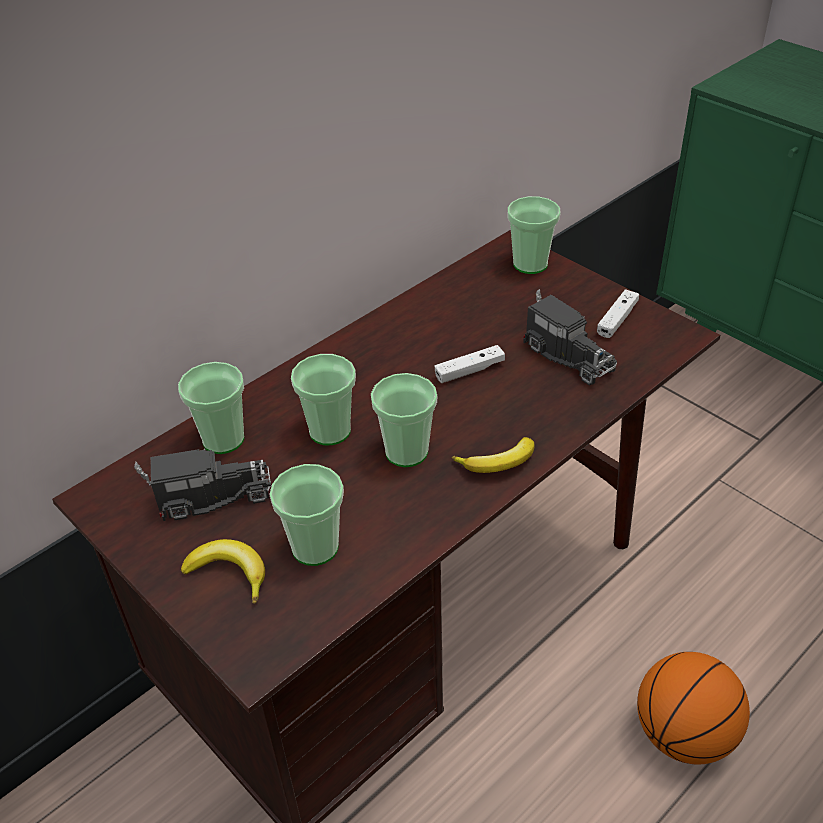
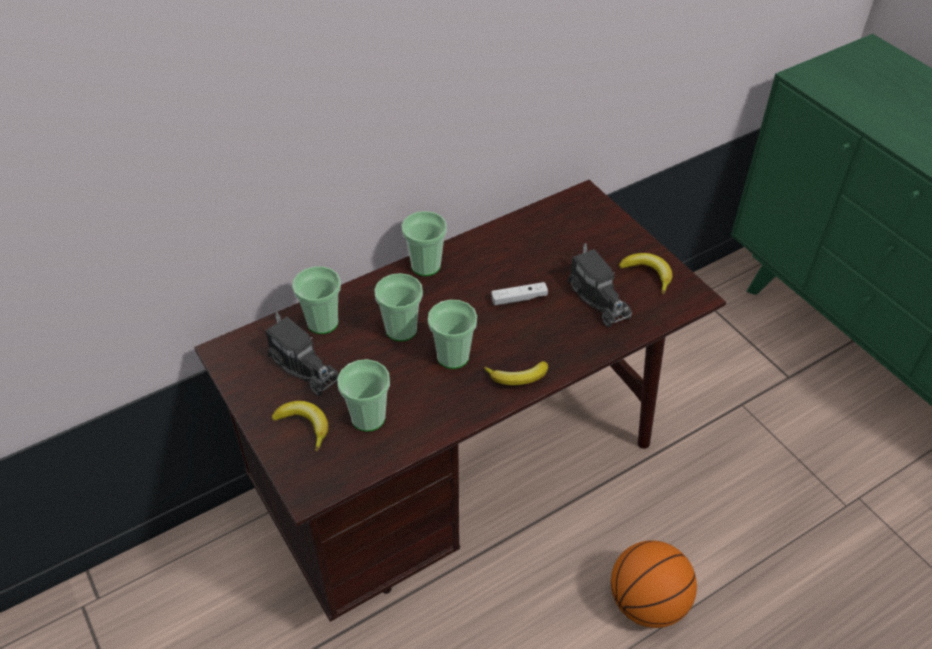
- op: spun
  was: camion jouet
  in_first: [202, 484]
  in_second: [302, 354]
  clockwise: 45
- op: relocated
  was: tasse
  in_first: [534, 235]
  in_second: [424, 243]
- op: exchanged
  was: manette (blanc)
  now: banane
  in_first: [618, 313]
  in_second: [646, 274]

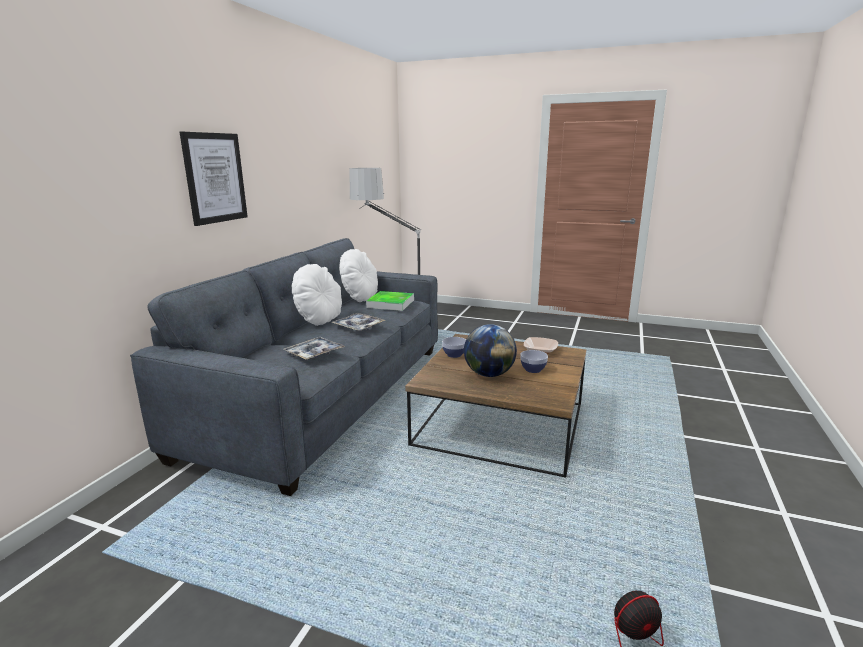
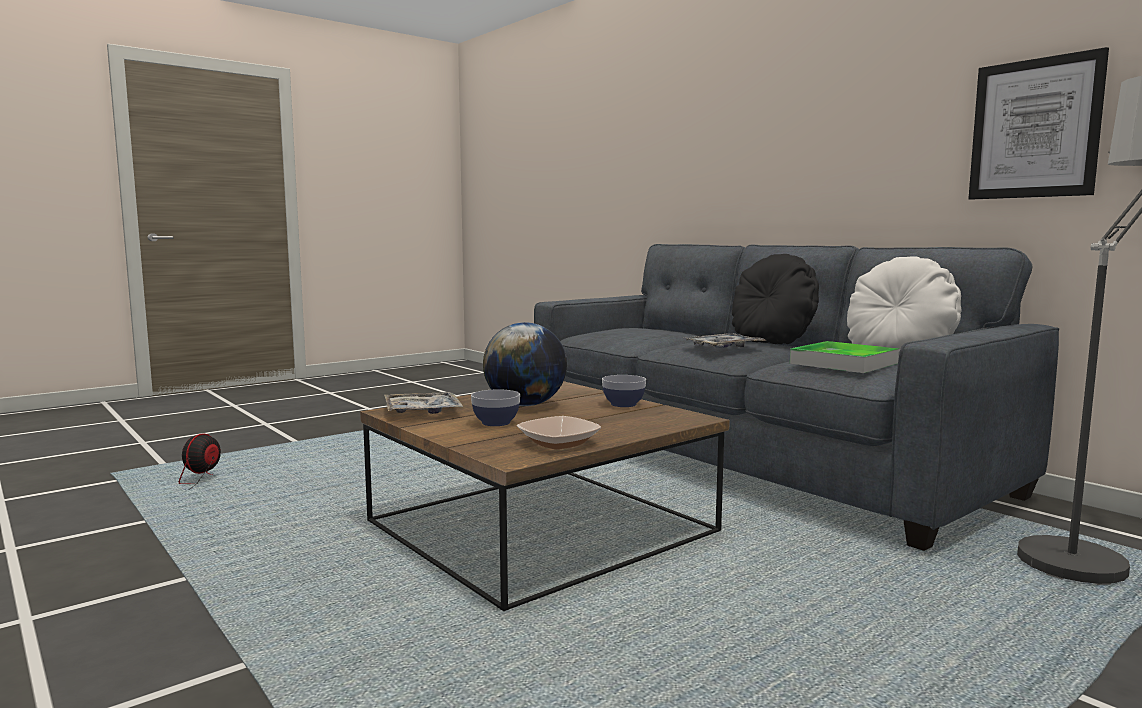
- op: relocated
  was: plateau
  in_first: [314, 348]
  in_second: [423, 403]
- op: colour
  was: coussin (blanc)
  now: coussin (noir)
  in_first: [317, 295]
  in_second: [775, 299]
- op: relocated
  was: tableau
  in_first: [214, 179]
  in_second: [1038, 123]

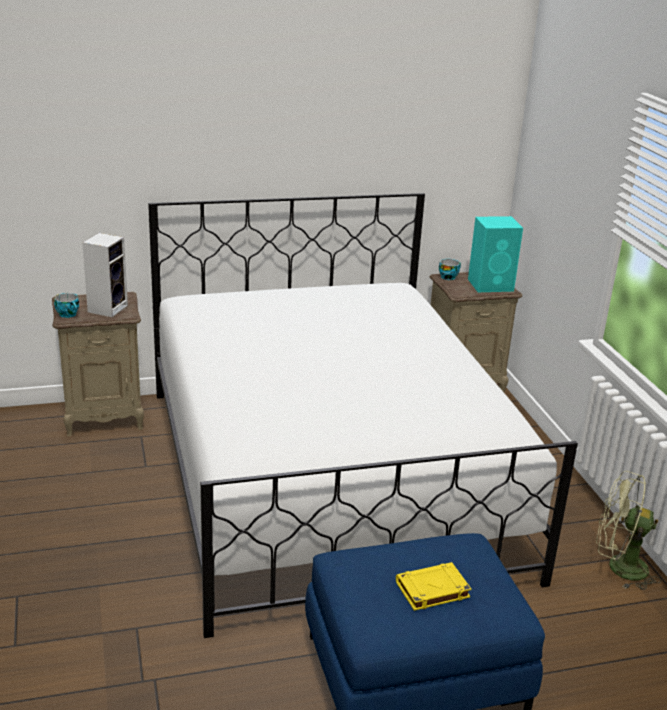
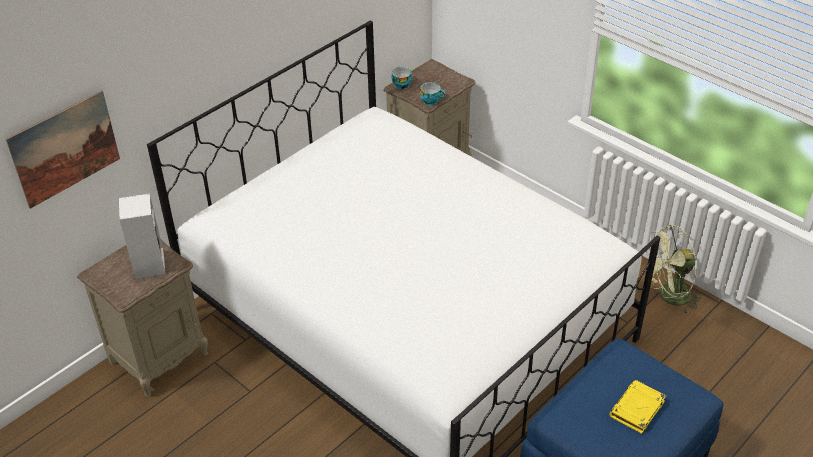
- op: appeared
  now: tableau
  in_second: [63, 149]
- op: relocated
  was: tasse
  in_first: [66, 305]
  in_second: [432, 94]
- op: missing
  was: enceinte (turquoise)
  in_first: [495, 254]

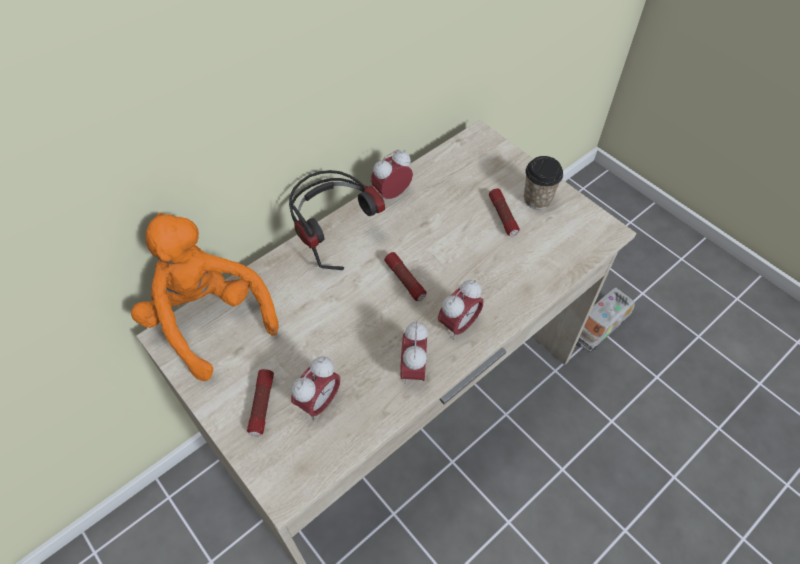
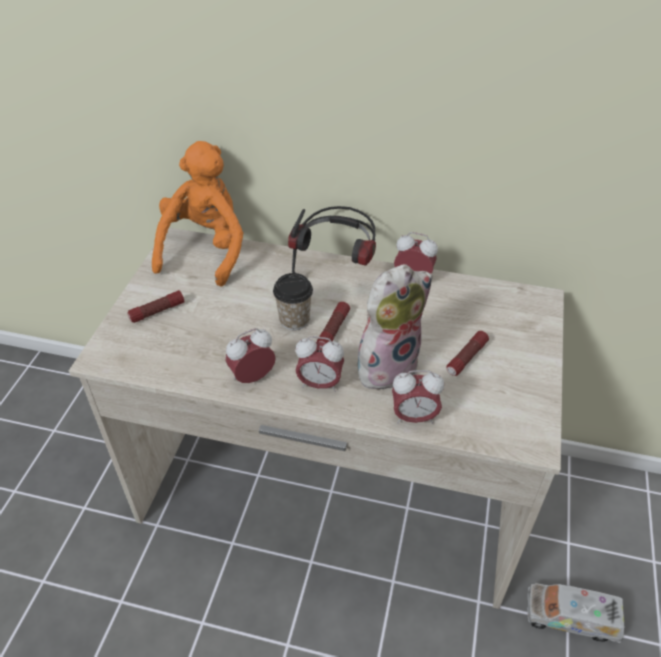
- op: relocated
  was: tasse
  in_first: [543, 182]
  in_second: [293, 301]
- op: appeared
  now: peluche
  in_second: [395, 327]
- op: relocated
  was: réveil
  in_first: [315, 388]
  in_second: [418, 397]

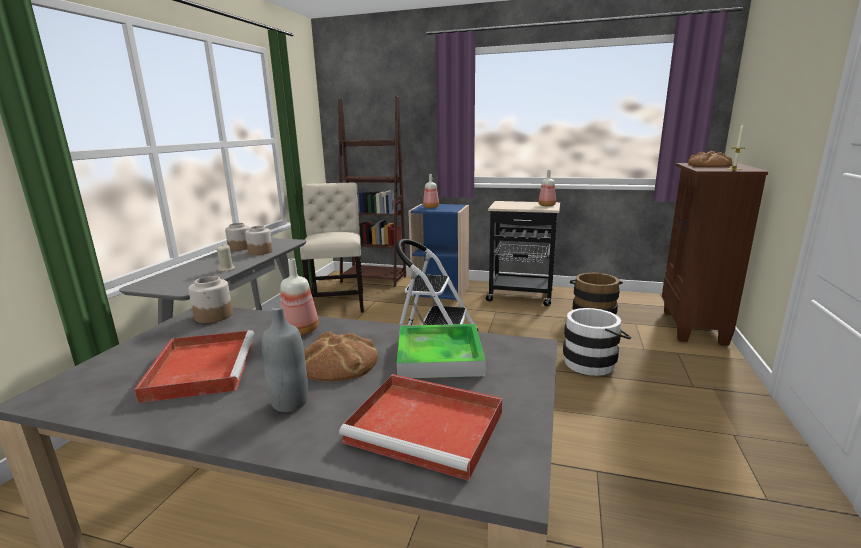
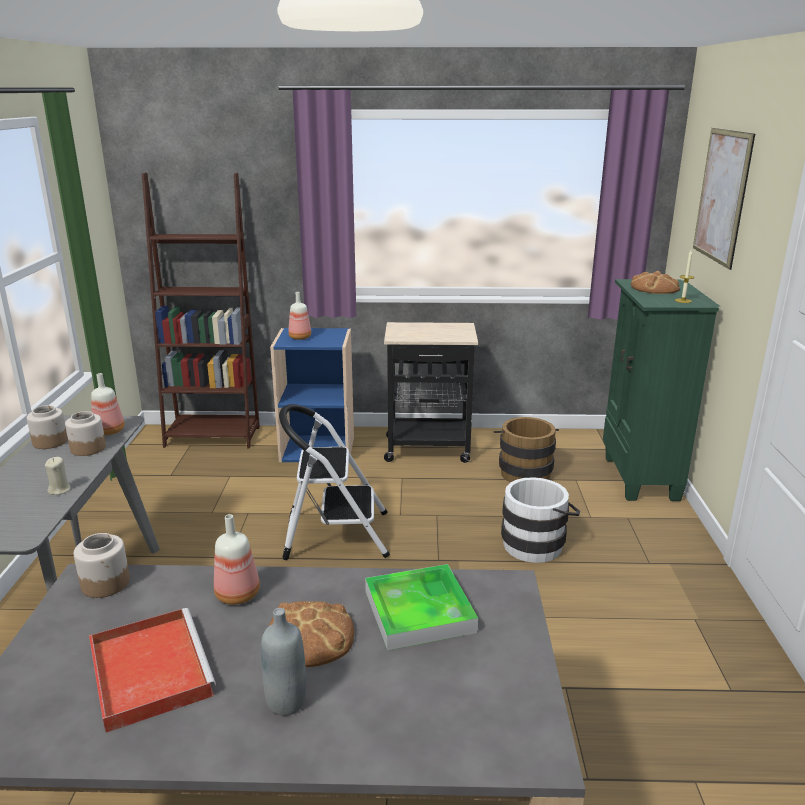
- op: relocated
  was: bouteille
  in_first: [547, 188]
  in_second: [108, 404]
- op: colour
  was: meuble de rangement (marron)
  now: meuble de rangement (vert)
  in_first: [715, 254]
  in_second: [662, 390]
- op: appeared
  now: tableau
  in_second: [724, 199]
- op: missing
  was: chaise (beige)
  in_first: [332, 248]
- op: missing
  was: plateau (rouge)
  in_first: [420, 427]

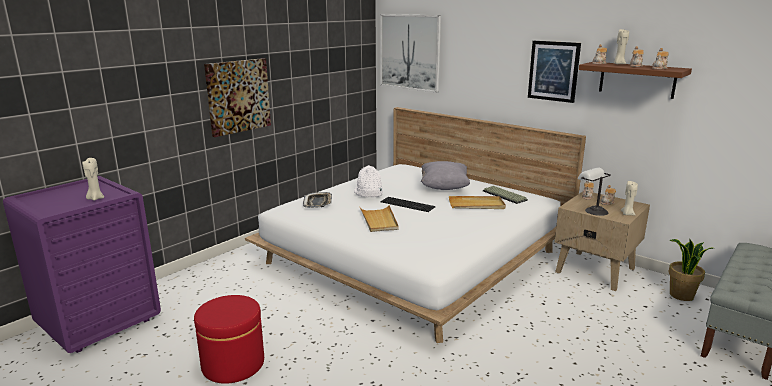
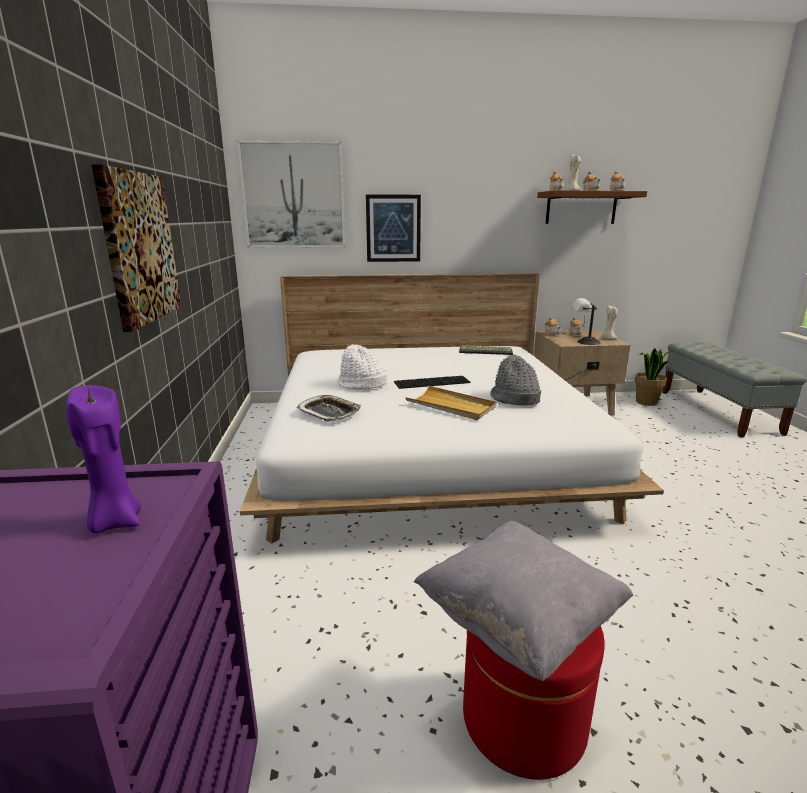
- op: colour
  was: bougie (beige)
  now: bougie (violet)
  in_first: [93, 179]
  in_second: [103, 459]
- op: relocated
  was: tableau
  in_first: [554, 72]
  in_second: [393, 228]
- op: relocated
  was: coussin (gris)
  in_first: [445, 175]
  in_second: [523, 601]
- op: appeared
  now: chapeau (gris)
  in_second: [515, 379]
- op: missing
  was: plateau (beige)
  in_first: [477, 202]

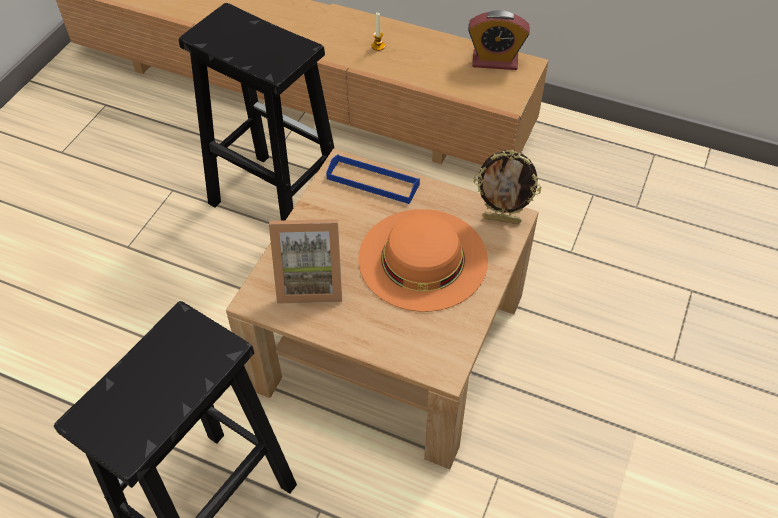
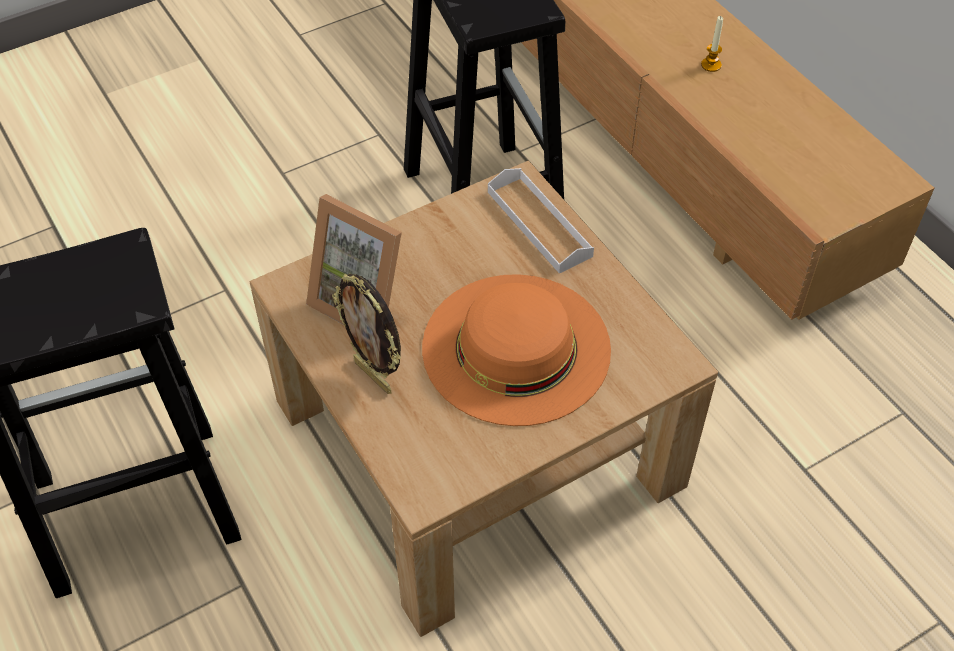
- op: relocated
  was: cadre photo
  in_first: [507, 187]
  in_second: [366, 334]
- op: colour
  was: plateau (bleu)
  now: plateau (blanc)
  in_first: [373, 179]
  in_second: [541, 221]
- op: missing
  was: réveil
  in_first: [499, 40]

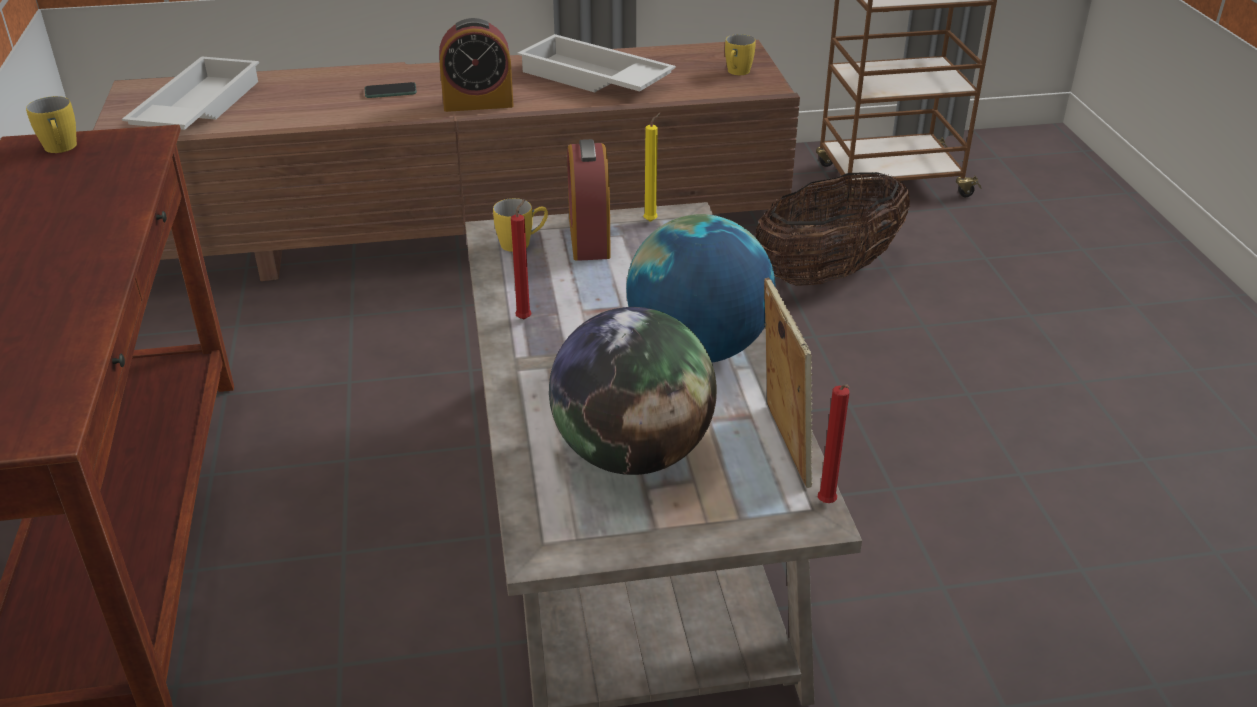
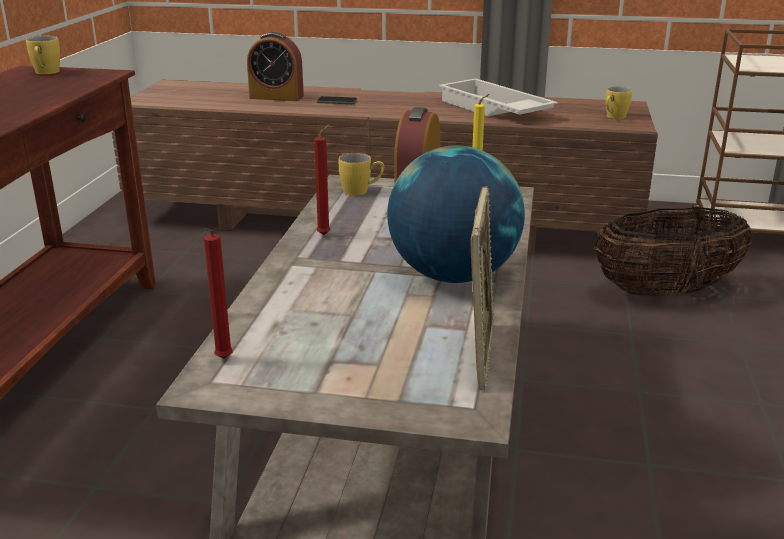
- op: relocated
  was: bougie (rouge)
  in_first: [834, 444]
  in_second: [218, 293]
- op: relocated
  was: réveil
  in_first: [476, 65]
  in_second: [275, 66]
- op: missing
  was: plateau (blanc)
  in_first: [190, 93]
- op: missing
  was: globe
  in_first: [633, 391]

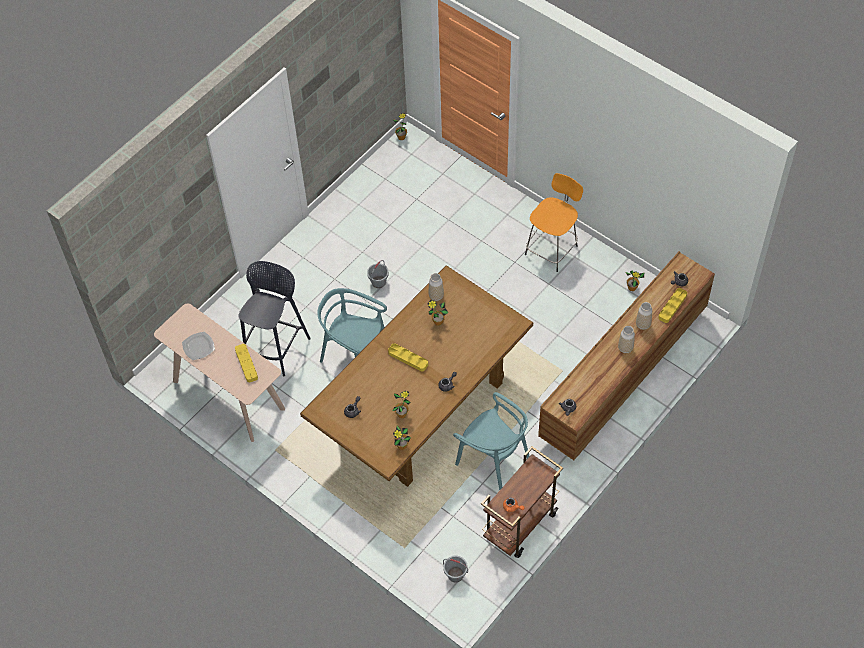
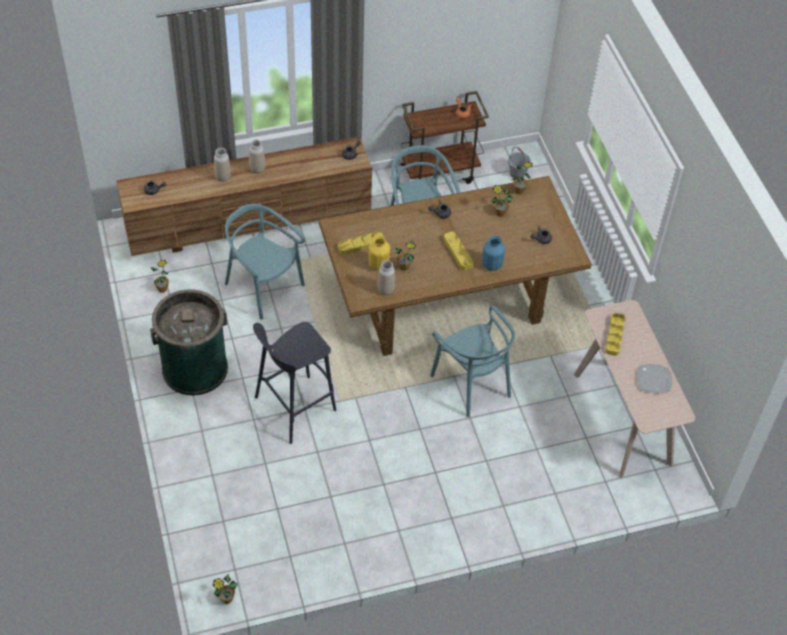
- op: exchanged
  was: tabouret (orange)
  now: poubelle (vert)
  in_first: [554, 222]
  in_second: [189, 342]
- op: appeared
  now: chaise (turquoise)
  in_second: [265, 262]
- op: relocated
  was: tabouret (gris)
  in_first: [274, 319]
  in_second: [294, 383]
- op: relocated
  was: plateau (jaune)
  in_first: [672, 305]
  in_second: [360, 243]
- op: appeared
  now: vase (jaune)
  in_second: [379, 253]
- op: appeared
  now: vase (bleu)
  in_second: [493, 253]
- op: missing
  was: seau (gris)
  in_first: [378, 274]

